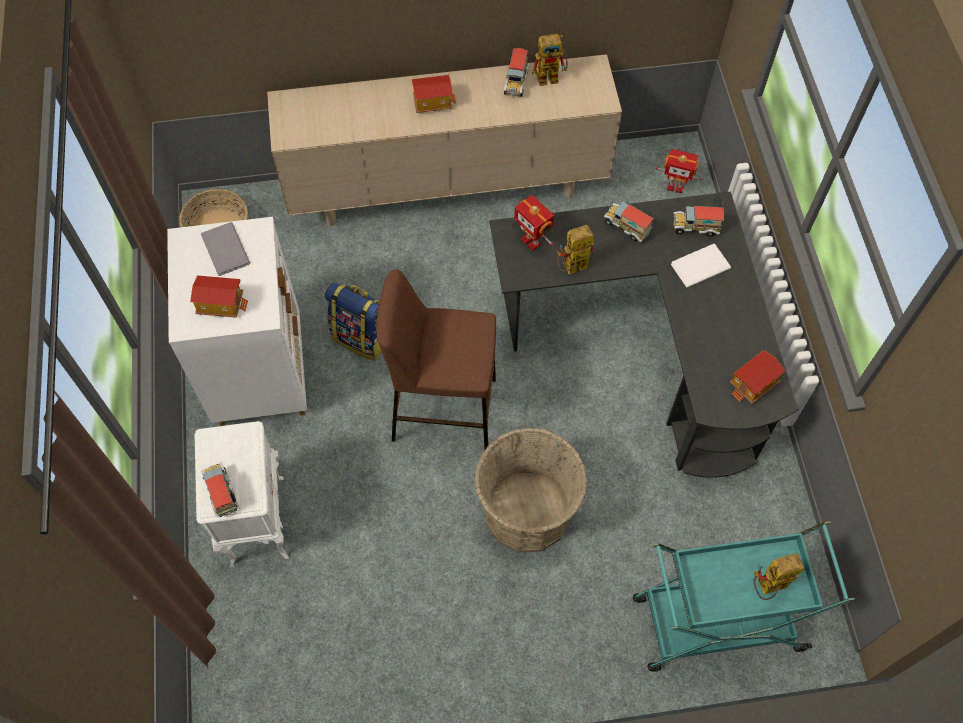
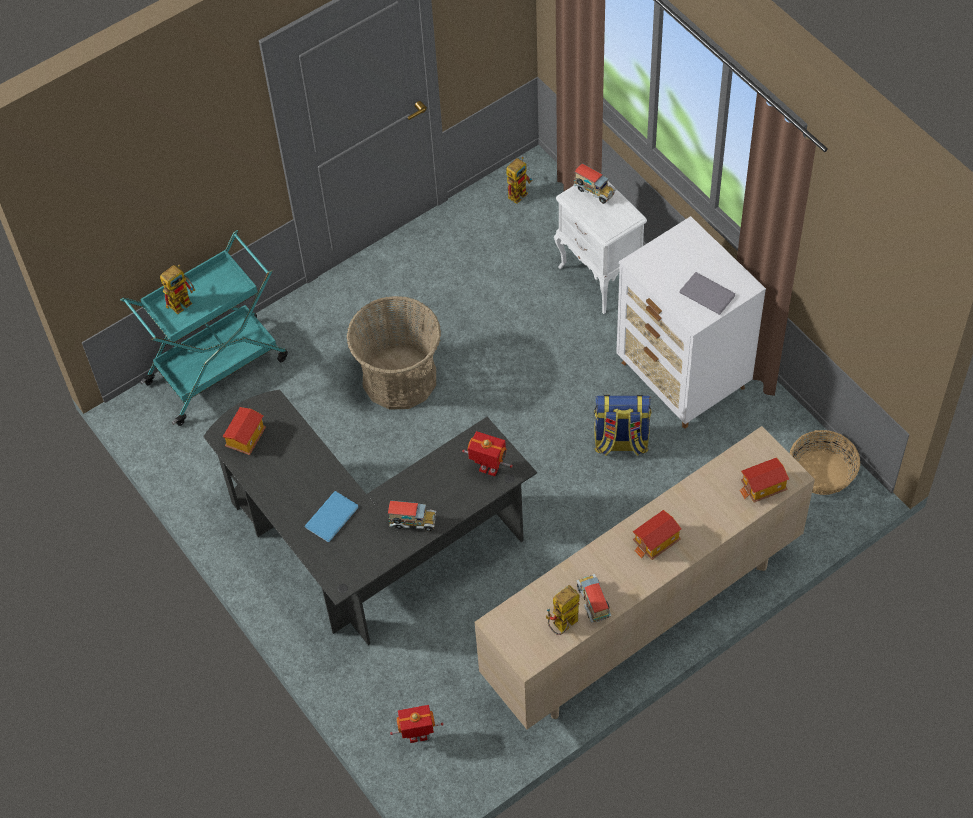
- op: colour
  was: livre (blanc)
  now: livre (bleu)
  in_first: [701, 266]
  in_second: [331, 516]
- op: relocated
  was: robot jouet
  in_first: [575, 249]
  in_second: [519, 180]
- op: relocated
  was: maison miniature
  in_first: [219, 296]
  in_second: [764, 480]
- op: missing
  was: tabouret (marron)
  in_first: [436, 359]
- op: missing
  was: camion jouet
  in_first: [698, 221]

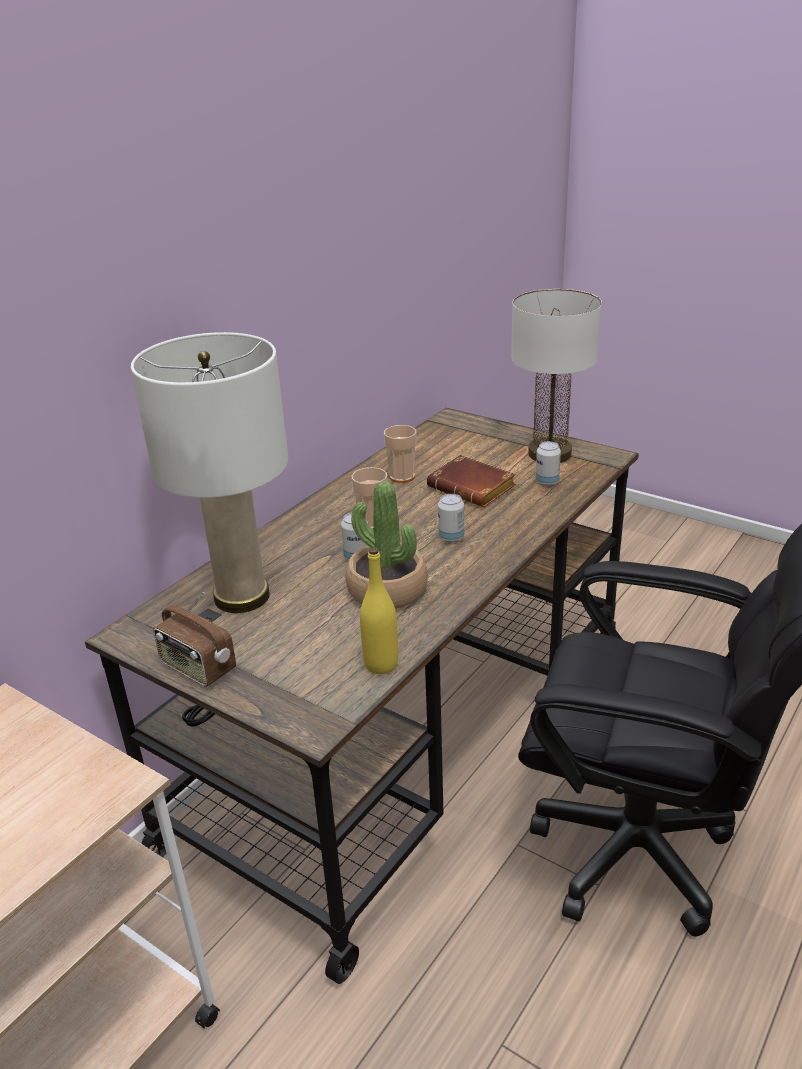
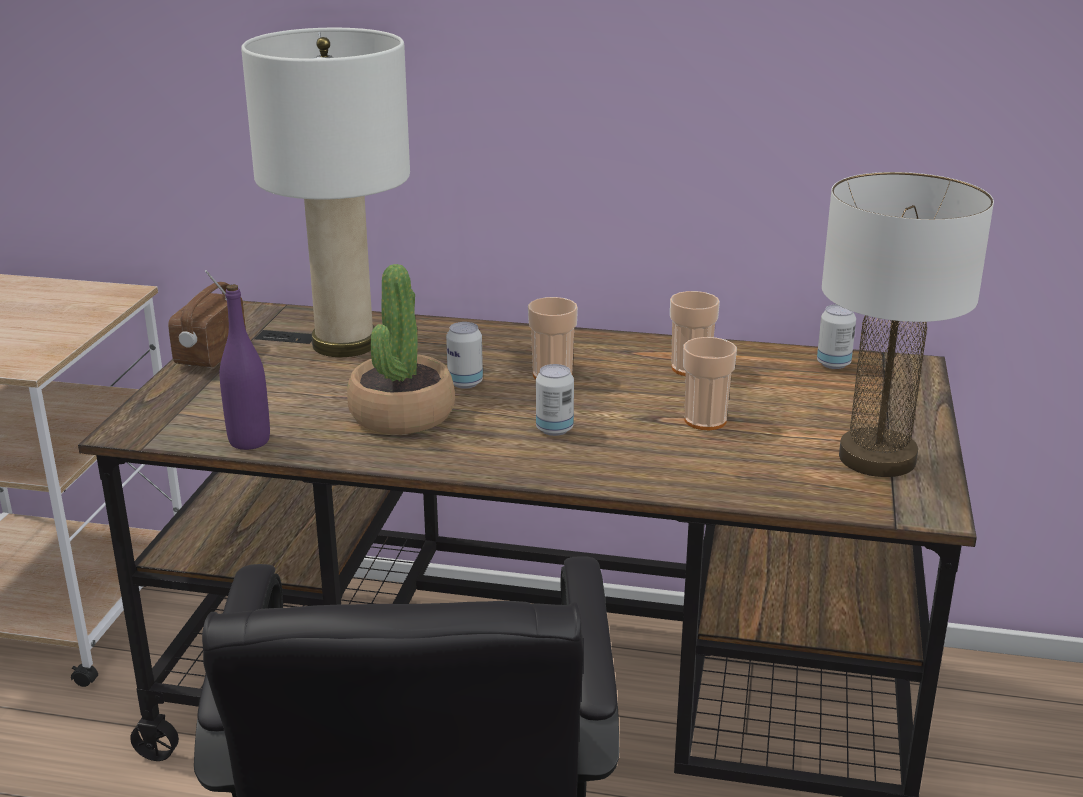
- op: colour
  was: bouteille (jaune)
  now: bouteille (violet)
  in_first: [379, 610]
  in_second: [245, 367]
- op: exchanged
  was: livre (marron)
  now: tasse
  in_first: [471, 481]
  in_second: [710, 383]
- op: relocated
  was: boîte métallique
  in_first: [548, 463]
  in_second: [836, 336]

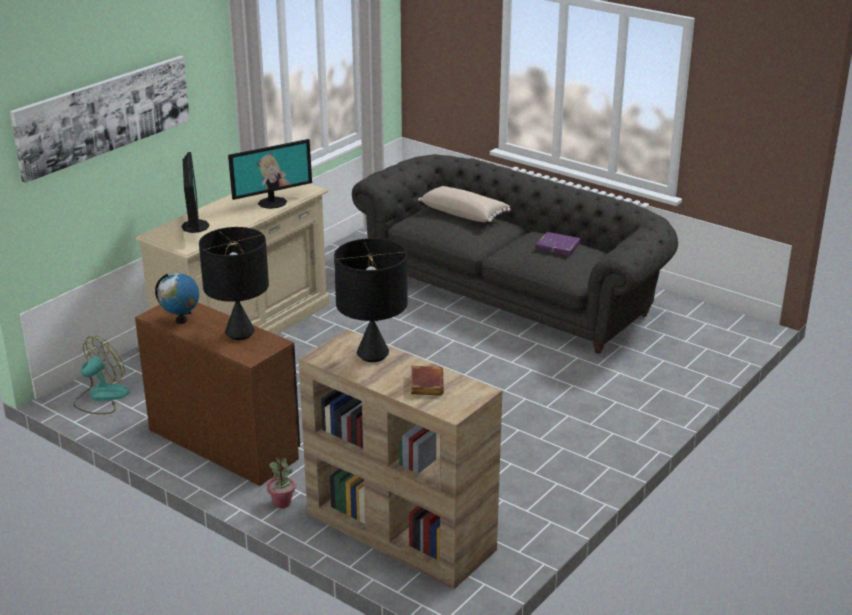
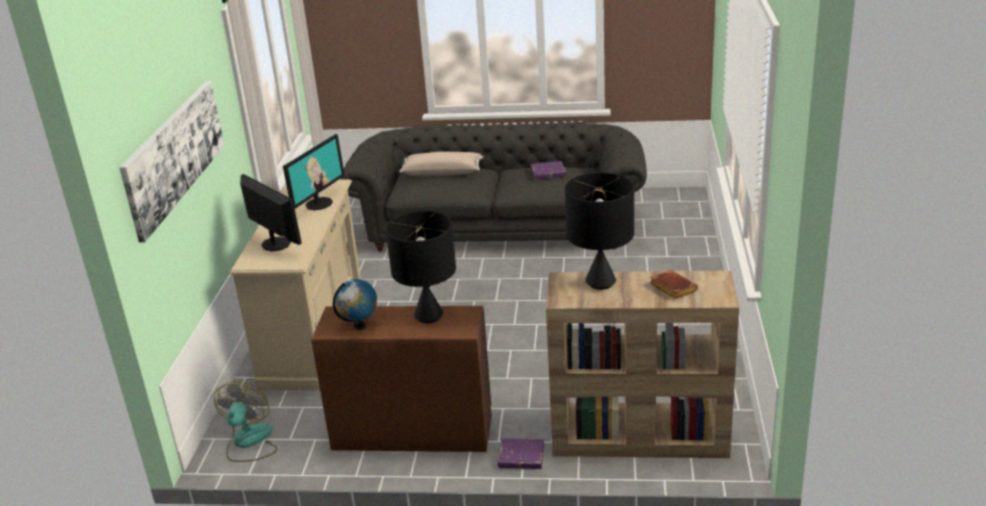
- op: exchanged
  was: plante en pot
  now: livre (violet)
  in_first: [281, 483]
  in_second: [521, 453]

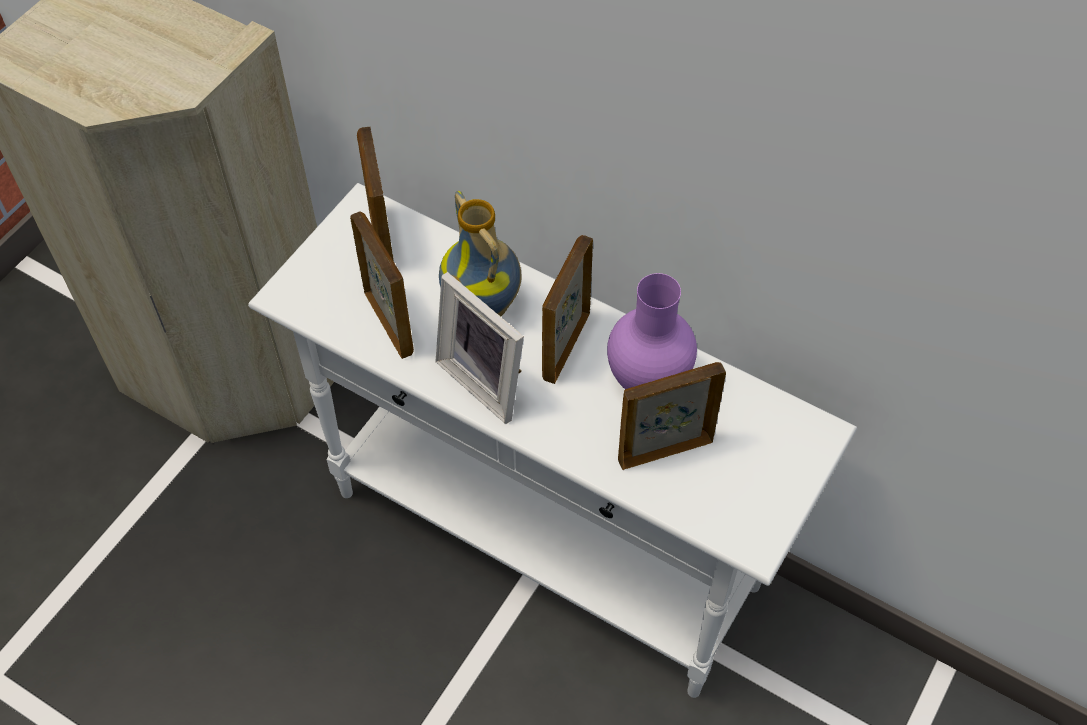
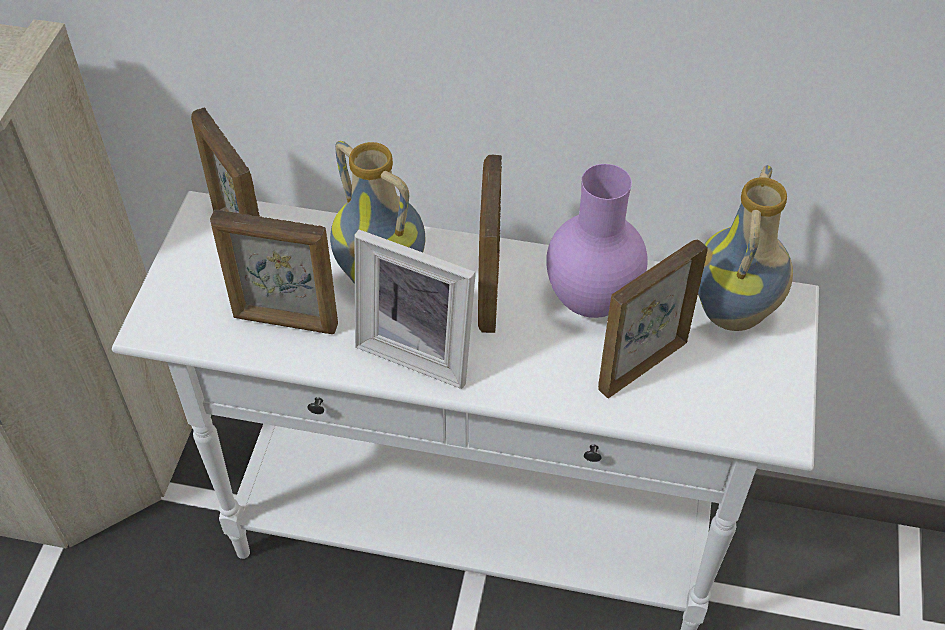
- op: spun
  was: cadre photo
  in_first: [382, 285]
  in_second: [274, 271]
  clockwise: 150
- op: appeared
  now: vase
  in_second: [745, 248]

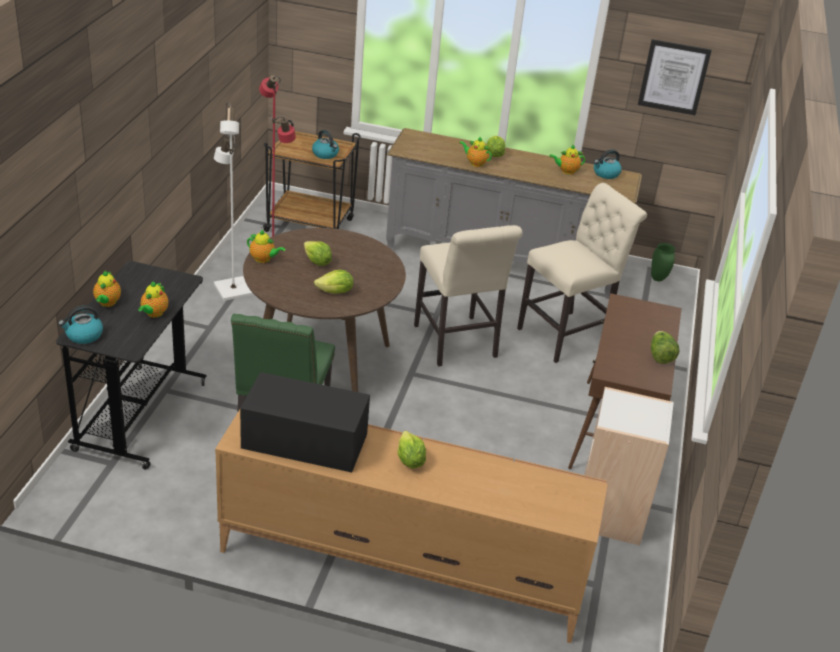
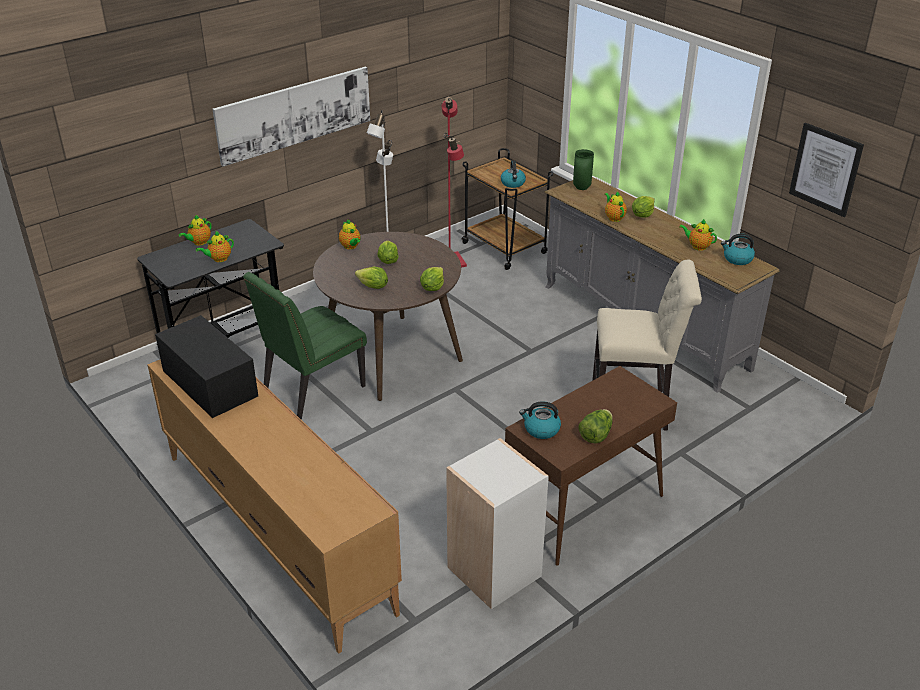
- op: appeared
  now: tableau
  in_second: [291, 116]
- op: relocated
  was: laitue
  in_first: [412, 449]
  in_second: [432, 279]
- op: relocated
  was: bouilloire
  in_first: [80, 324]
  in_second: [540, 420]
- op: relocated
  was: vase (vert)
  in_first: [663, 262]
  in_second: [583, 169]
- op: missing
  was: tabouret (beige)
  in_first: [468, 295]

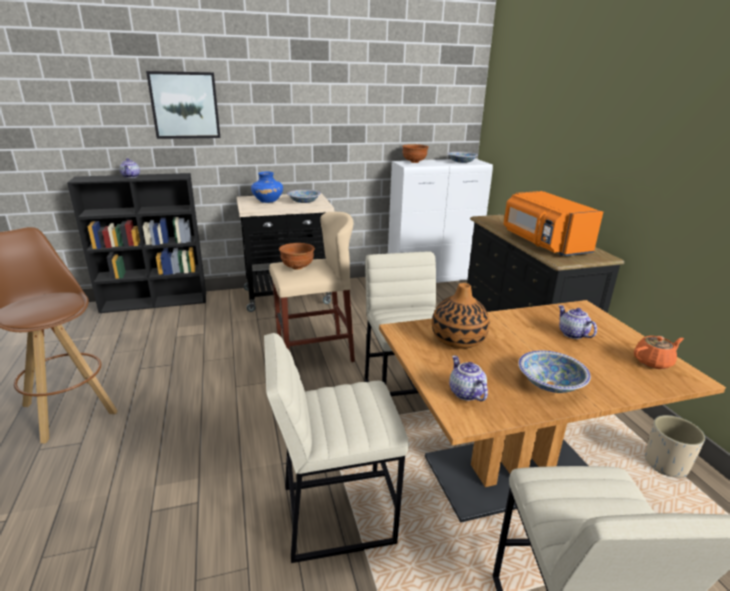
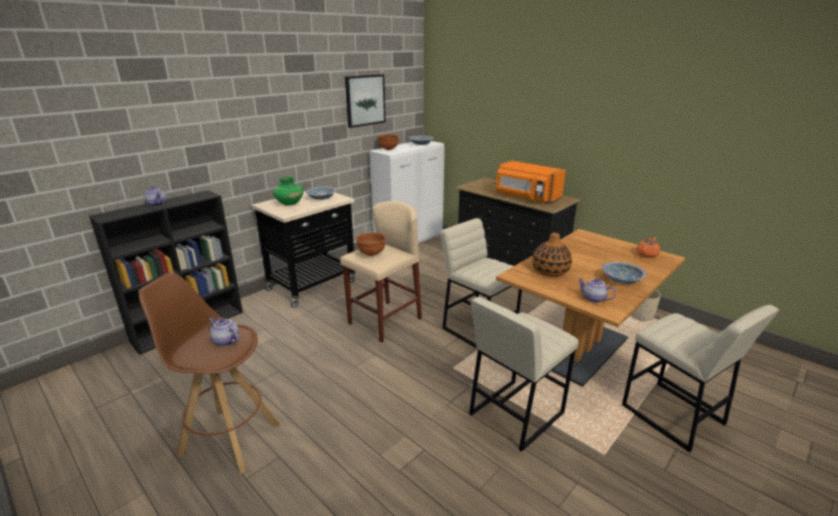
- op: relocated
  was: théière
  in_first: [577, 322]
  in_second: [224, 332]
- op: colour
  was: vase (bleu)
  now: vase (vert)
  in_first: [267, 187]
  in_second: [288, 191]
- op: relocated
  was: tableau
  in_first: [183, 105]
  in_second: [365, 101]

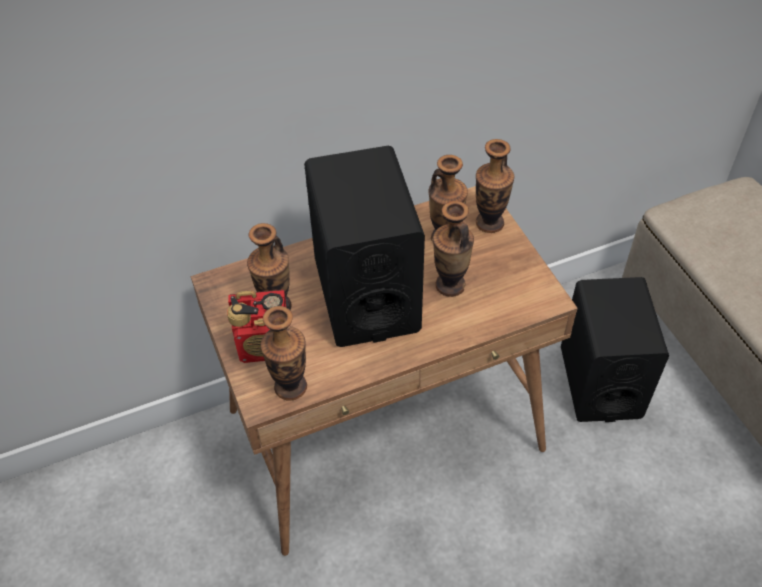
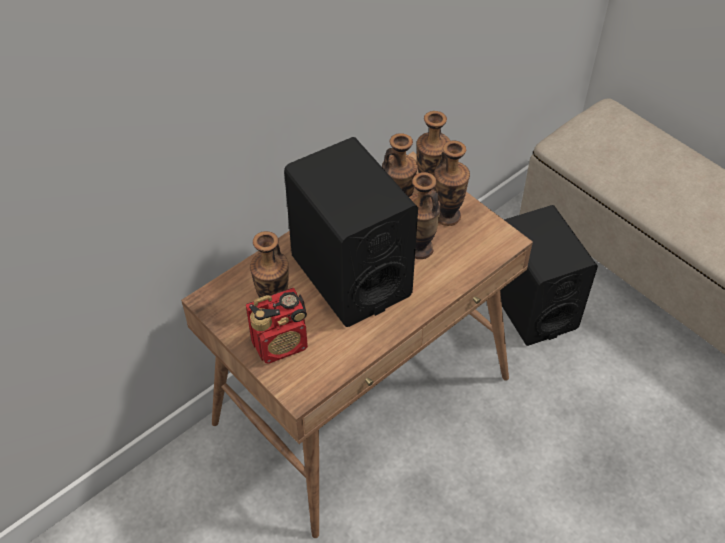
- op: relocated
  was: vase
  in_first: [284, 353]
  in_second: [452, 183]

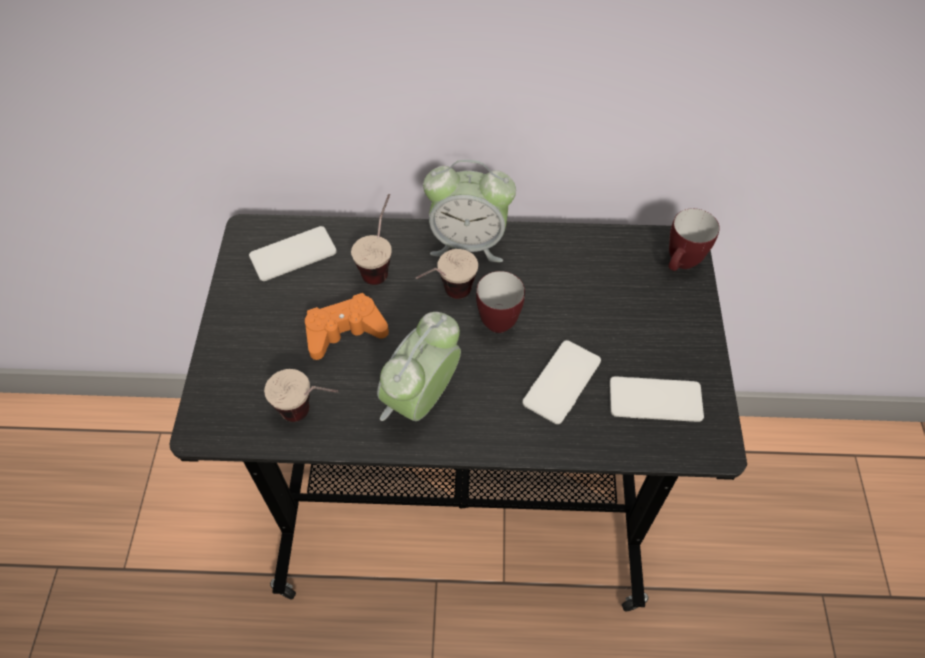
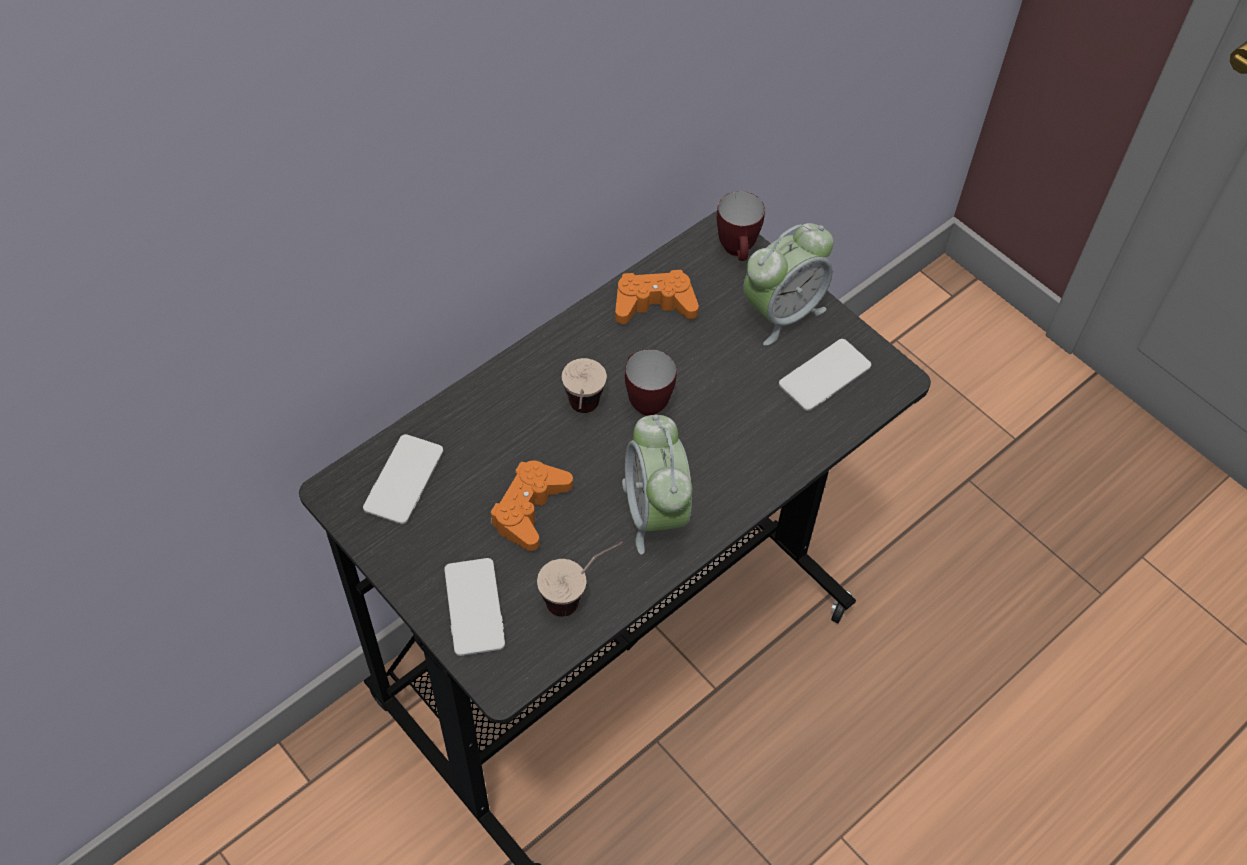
- op: relocated
  was: téléphone
  in_first: [561, 382]
  in_second: [474, 607]
- op: appeared
  now: manette (orange)
  in_second: [657, 297]
- op: relocated
  was: réveil
  in_first: [469, 211]
  in_second: [788, 284]
- op: missing
  was: tasse
  in_first: [371, 239]

